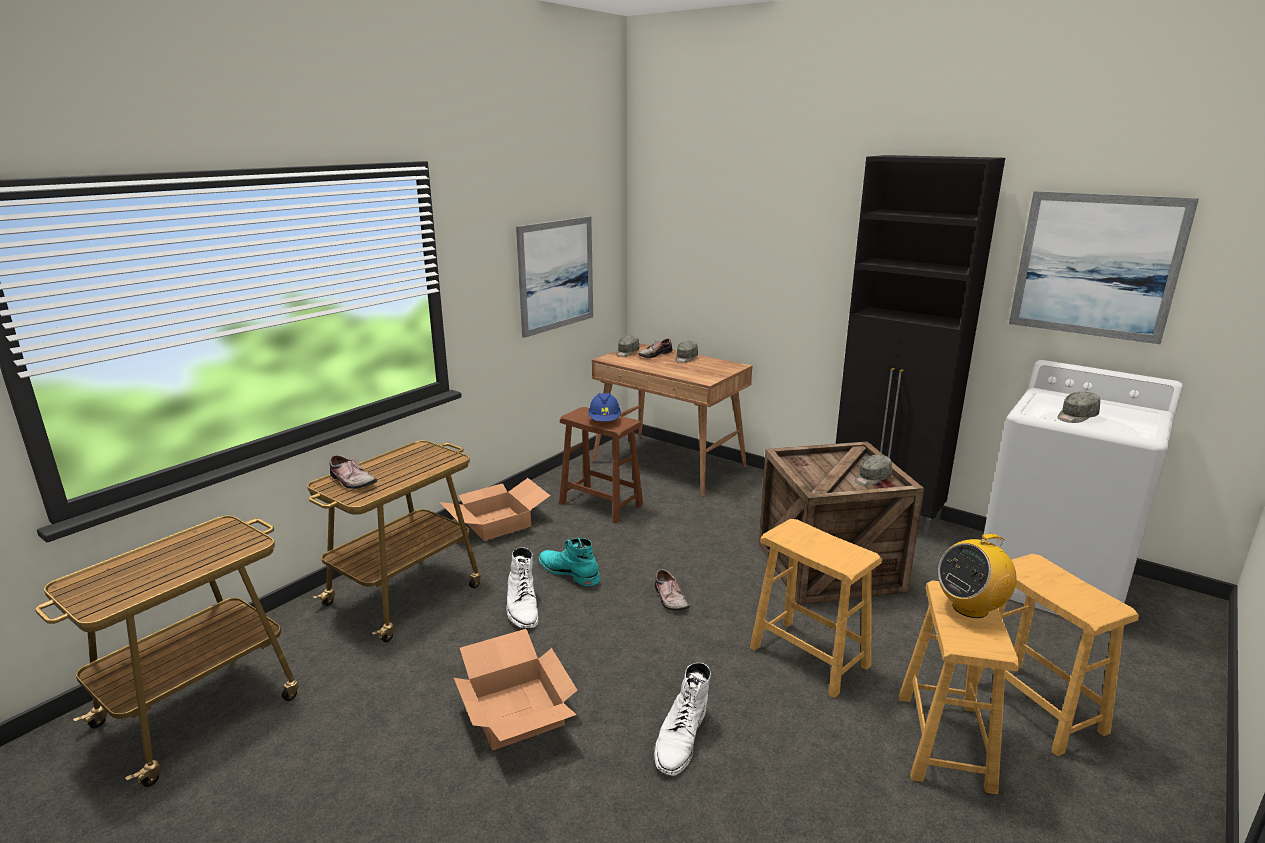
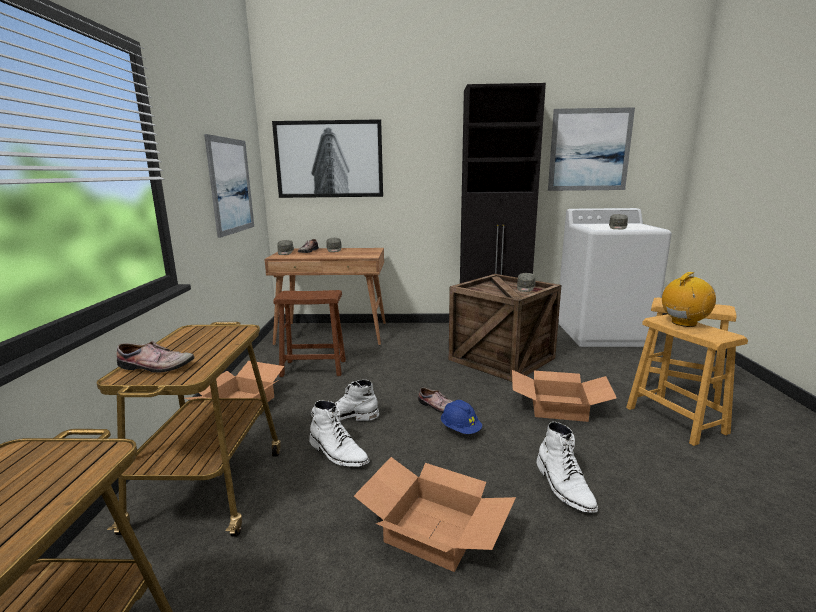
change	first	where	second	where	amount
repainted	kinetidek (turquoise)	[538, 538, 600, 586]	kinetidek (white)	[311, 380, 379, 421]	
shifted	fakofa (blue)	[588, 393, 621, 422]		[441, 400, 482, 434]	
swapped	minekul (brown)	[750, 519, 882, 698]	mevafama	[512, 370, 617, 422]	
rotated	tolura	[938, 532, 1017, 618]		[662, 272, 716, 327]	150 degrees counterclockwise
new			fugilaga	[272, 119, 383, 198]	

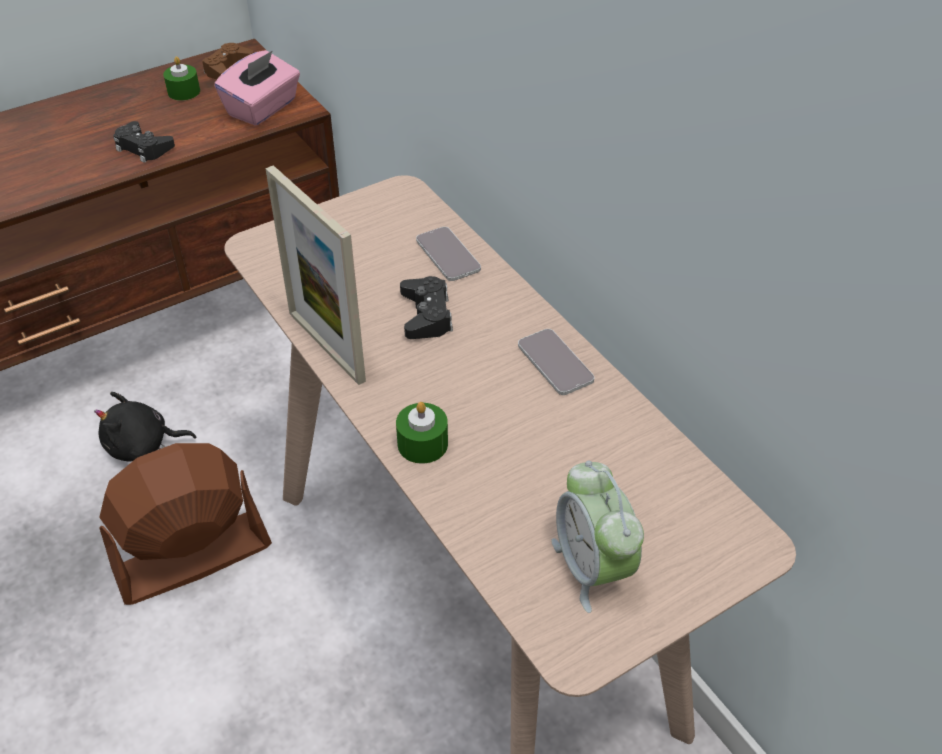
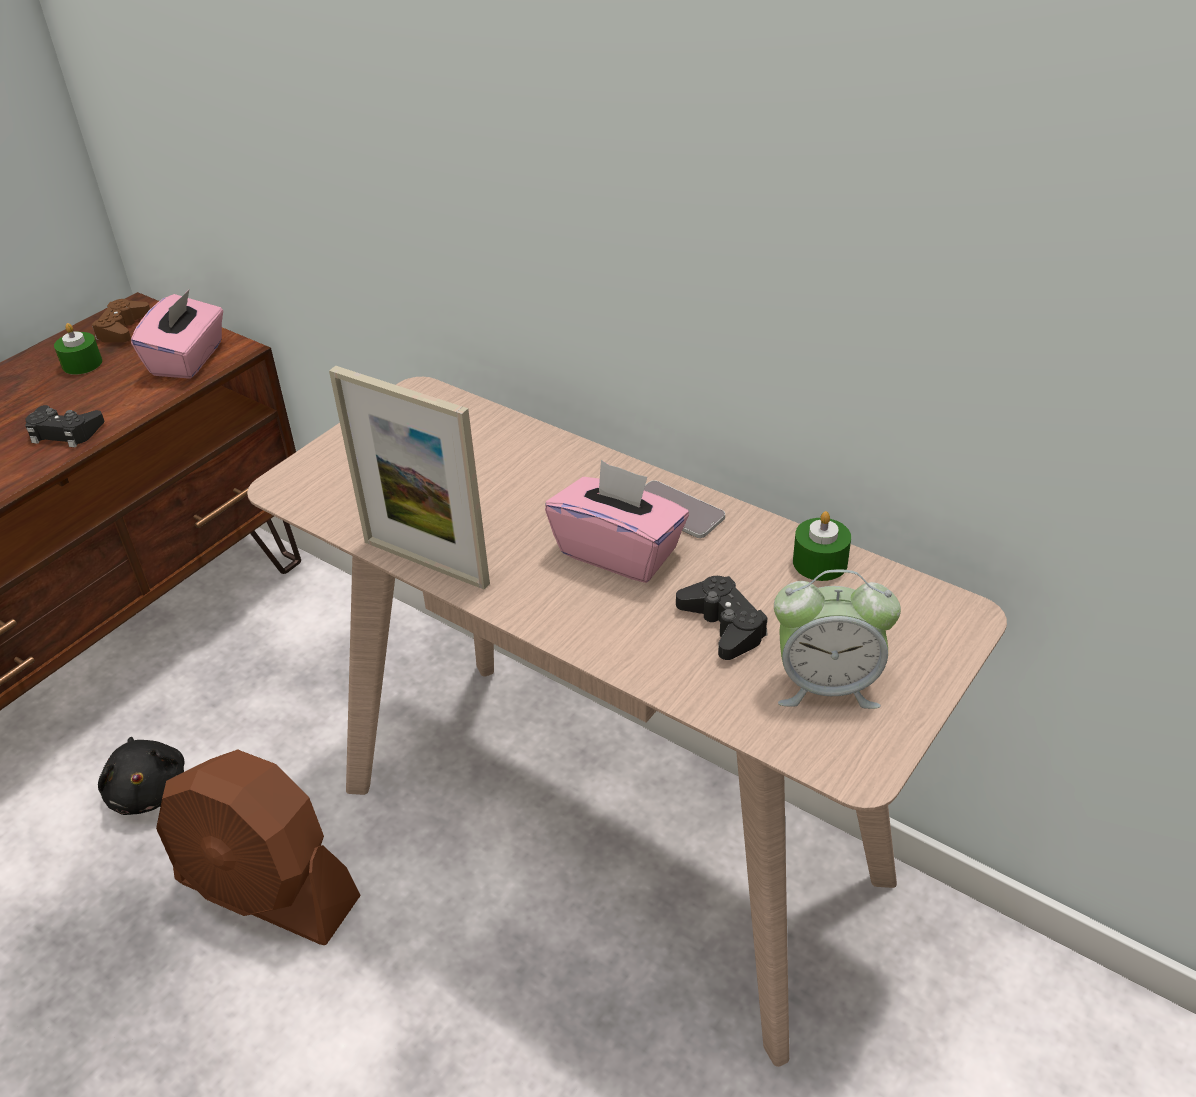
change	first	where	second	where	amount
rotated	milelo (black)	[94, 392, 196, 462]		[98, 737, 185, 815]	90 degrees counterclockwise
rotated	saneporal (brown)	[99, 443, 272, 605]		[156, 749, 361, 945]	105 degrees counterclockwise
shifted	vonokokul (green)	[396, 402, 448, 464]		[793, 511, 851, 581]	
shifted	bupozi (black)	[400, 276, 453, 339]		[676, 576, 768, 660]	
gone	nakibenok	[416, 227, 481, 281]			
rotated	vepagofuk	[551, 461, 644, 613]		[774, 569, 901, 709]	45 degrees counterclockwise
new			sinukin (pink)	[545, 460, 689, 583]	

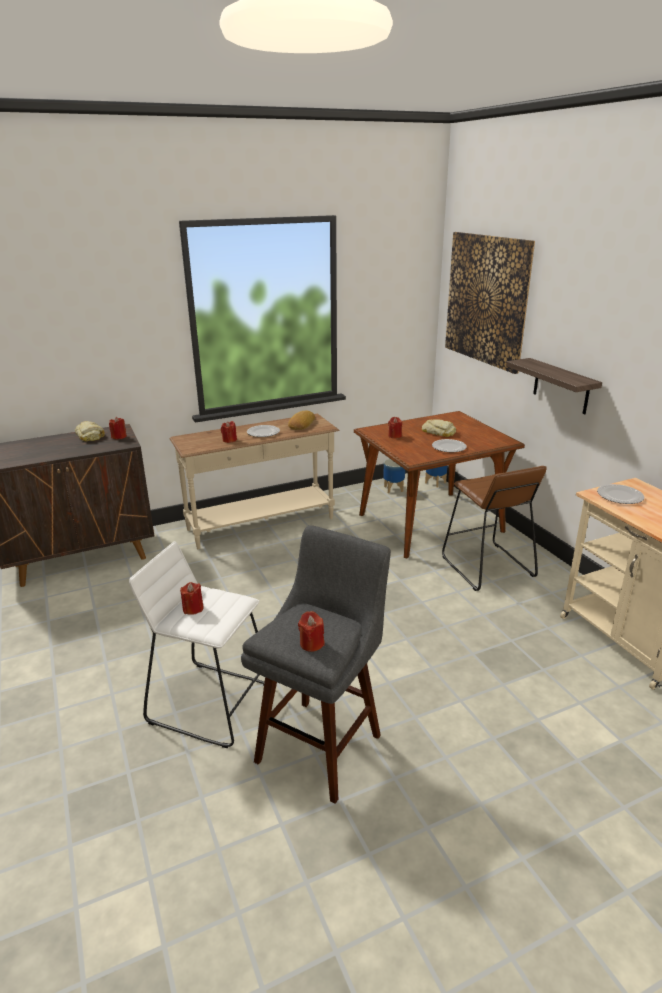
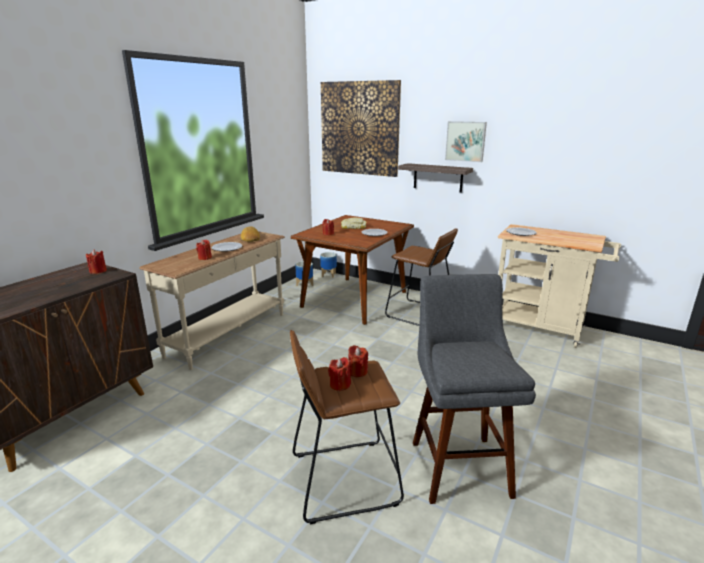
change	first	where	second	where	amount
gone	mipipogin	[75, 421, 105, 441]			
repainted	minekul (white)	[129, 541, 264, 748]	minekul (brown)	[290, 330, 404, 524]	
shifted	vonokokul (red)	[298, 611, 325, 652]		[348, 345, 368, 377]	
new			fugilaga	[445, 121, 487, 162]	

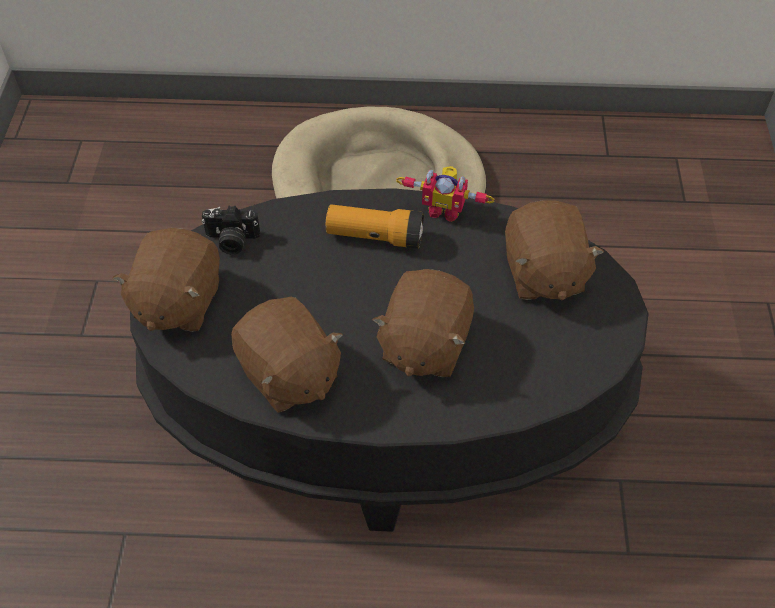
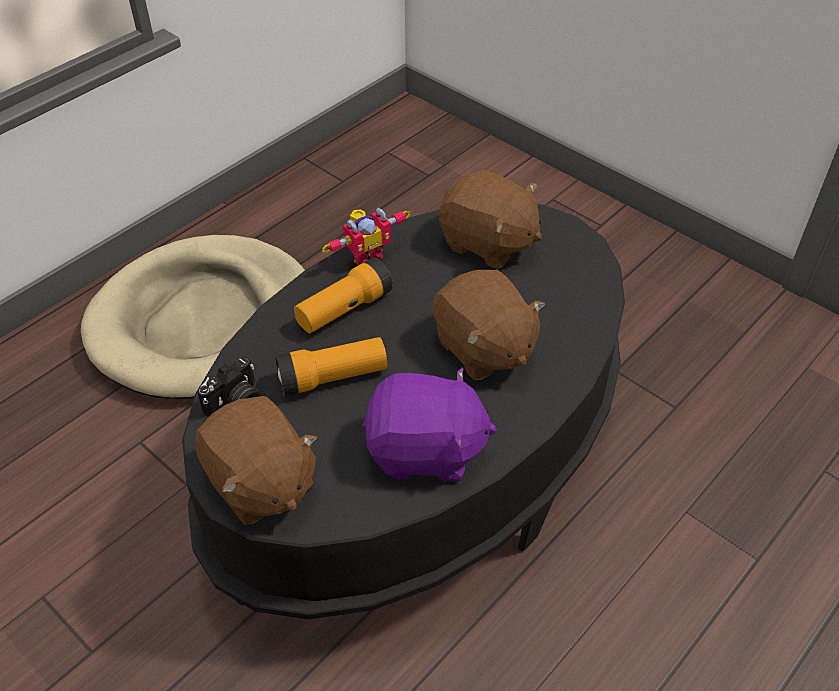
change	first	where	second	where	amount
repainted	milelo (brown)	[231, 297, 343, 413]	milelo (purple)	[363, 367, 497, 481]	
new			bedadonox	[275, 337, 387, 396]	

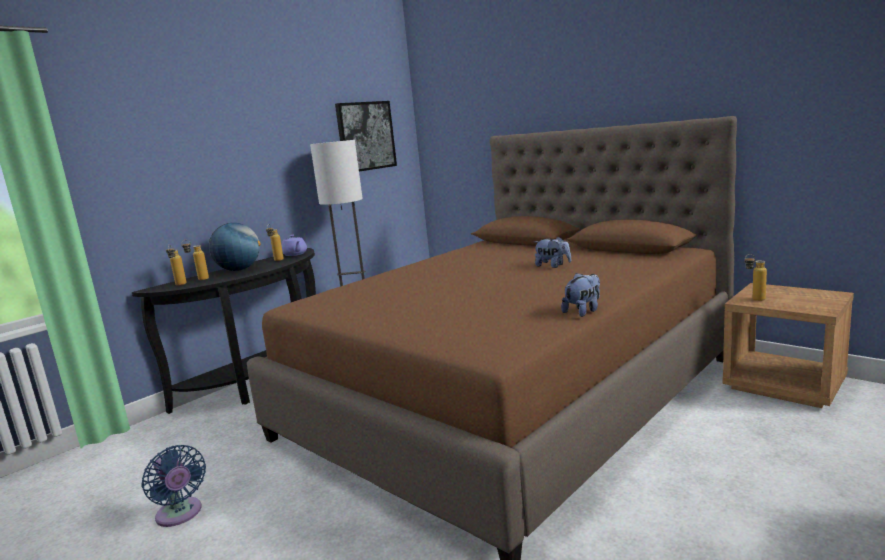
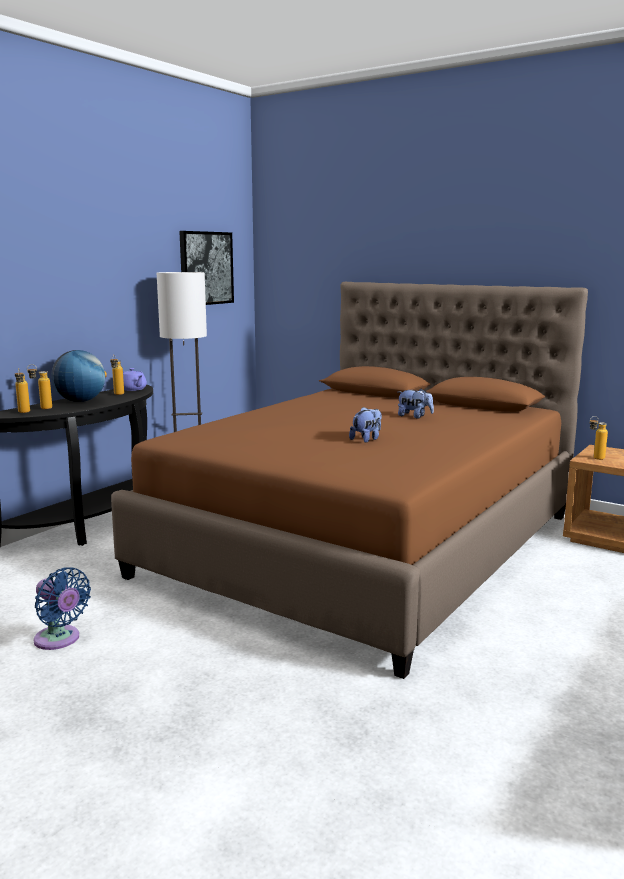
change	first	where	second	where	amount
shifted	milelo	[561, 273, 600, 317]		[349, 407, 382, 443]	

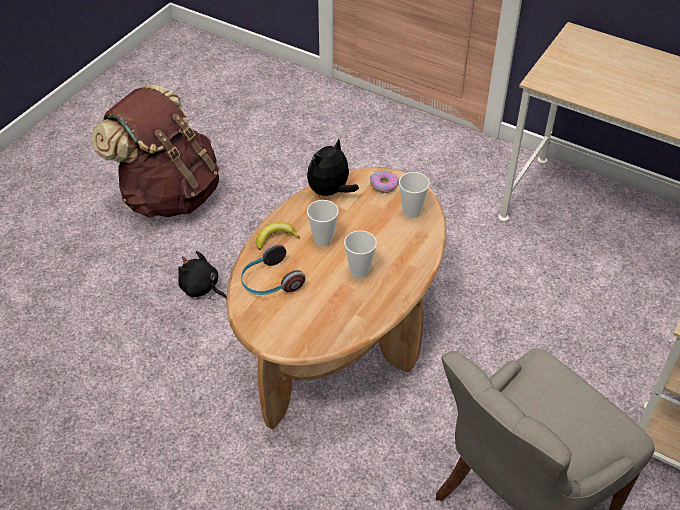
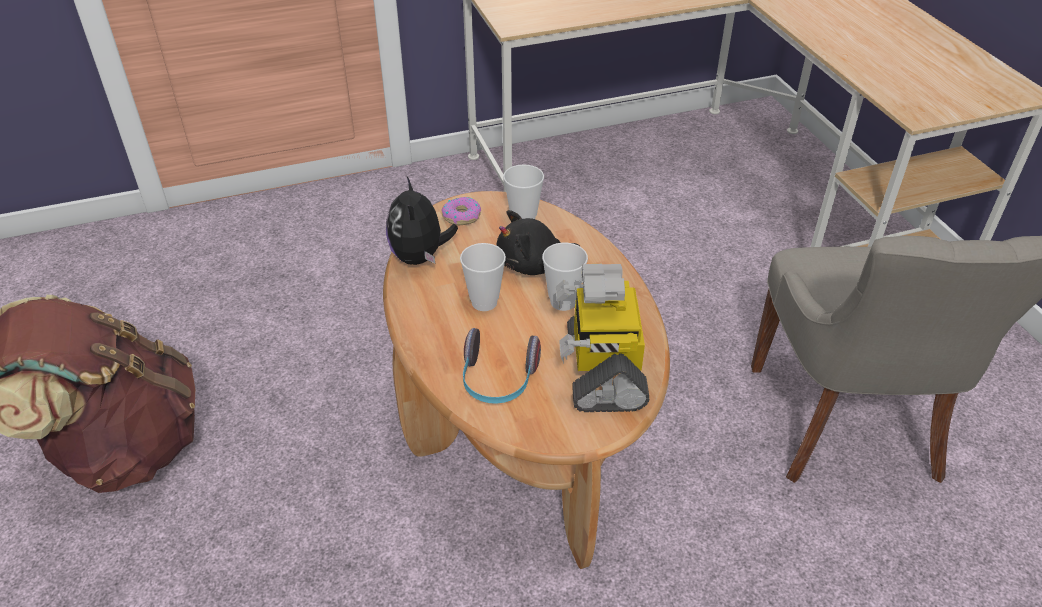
change	first	where	second	where	amount
shifted	milelo (black)	[178, 251, 226, 299]		[496, 210, 580, 275]	
gone	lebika	[256, 222, 300, 250]			
new			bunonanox	[556, 264, 649, 412]	

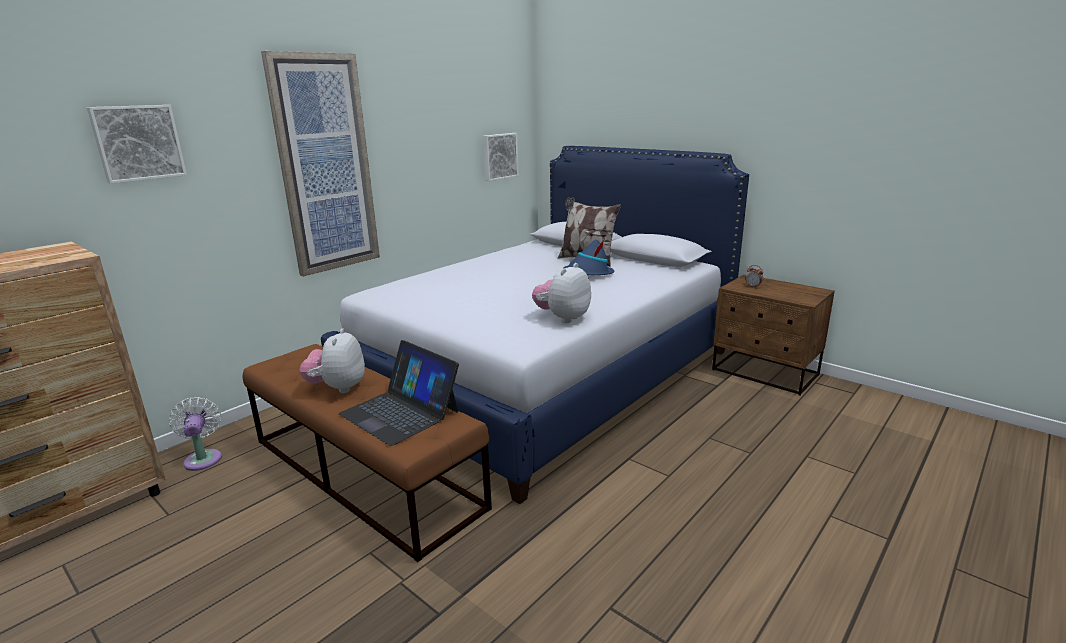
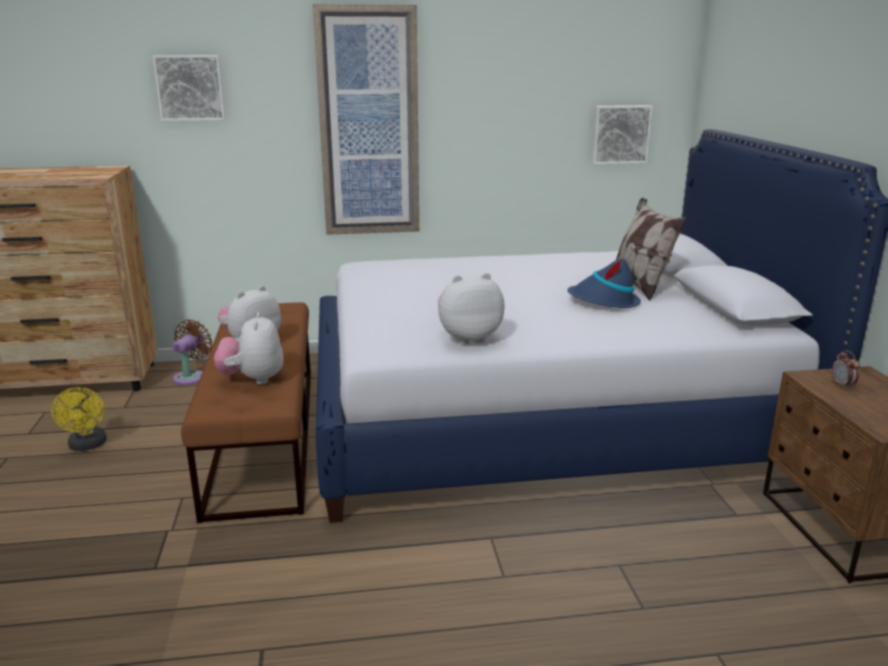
change	first	where	second	where	amount
repainted	saneporal (white)	[169, 397, 222, 471]	saneporal (brown)	[173, 320, 212, 385]	
swapped	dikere	[338, 340, 459, 446]	milelo	[214, 312, 284, 385]	
new			saneporal (yellow)	[51, 387, 107, 451]	

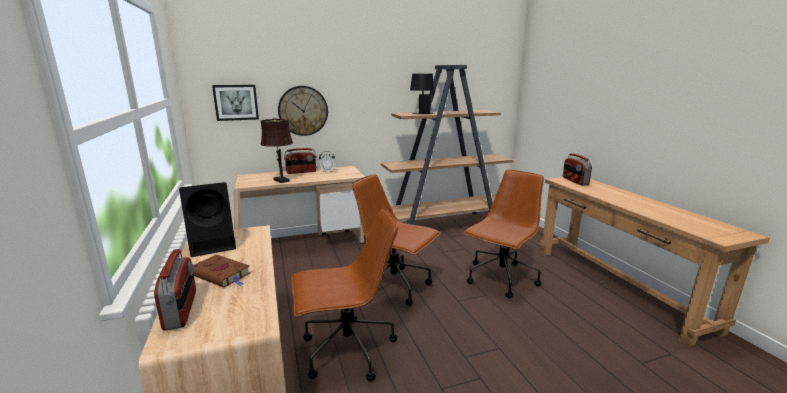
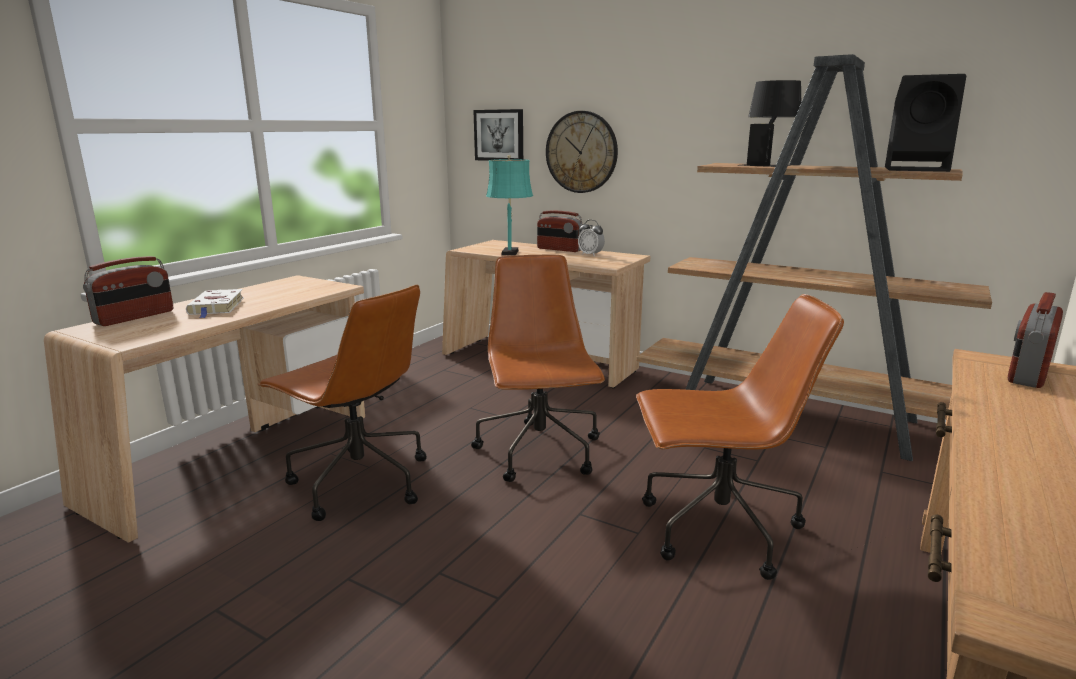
change	first	where	second	where	amount
shifted	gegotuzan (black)	[179, 182, 236, 257]		[885, 74, 966, 172]	
repainted	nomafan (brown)	[193, 254, 251, 287]	nomafan (white)	[186, 289, 244, 318]	
repainted	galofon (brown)	[260, 117, 293, 183]	galofon (turquoise)	[486, 155, 533, 255]	

